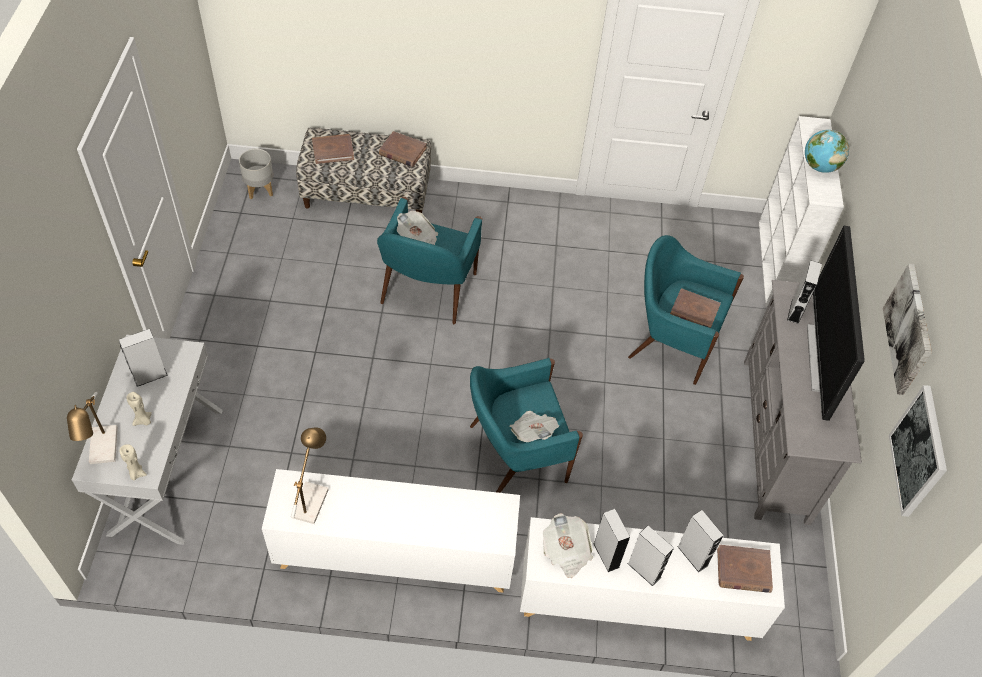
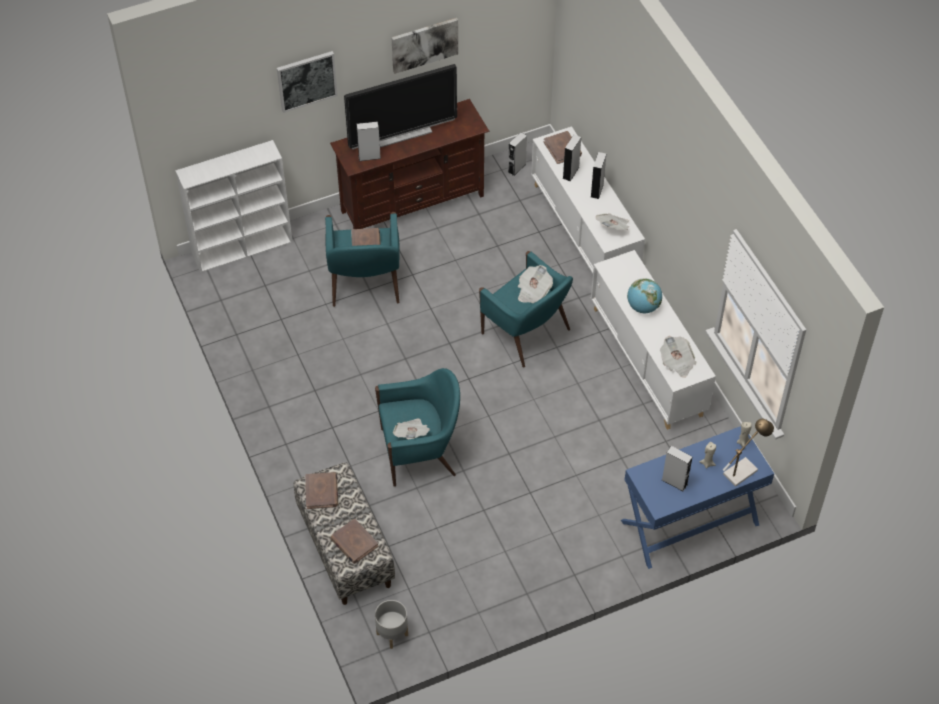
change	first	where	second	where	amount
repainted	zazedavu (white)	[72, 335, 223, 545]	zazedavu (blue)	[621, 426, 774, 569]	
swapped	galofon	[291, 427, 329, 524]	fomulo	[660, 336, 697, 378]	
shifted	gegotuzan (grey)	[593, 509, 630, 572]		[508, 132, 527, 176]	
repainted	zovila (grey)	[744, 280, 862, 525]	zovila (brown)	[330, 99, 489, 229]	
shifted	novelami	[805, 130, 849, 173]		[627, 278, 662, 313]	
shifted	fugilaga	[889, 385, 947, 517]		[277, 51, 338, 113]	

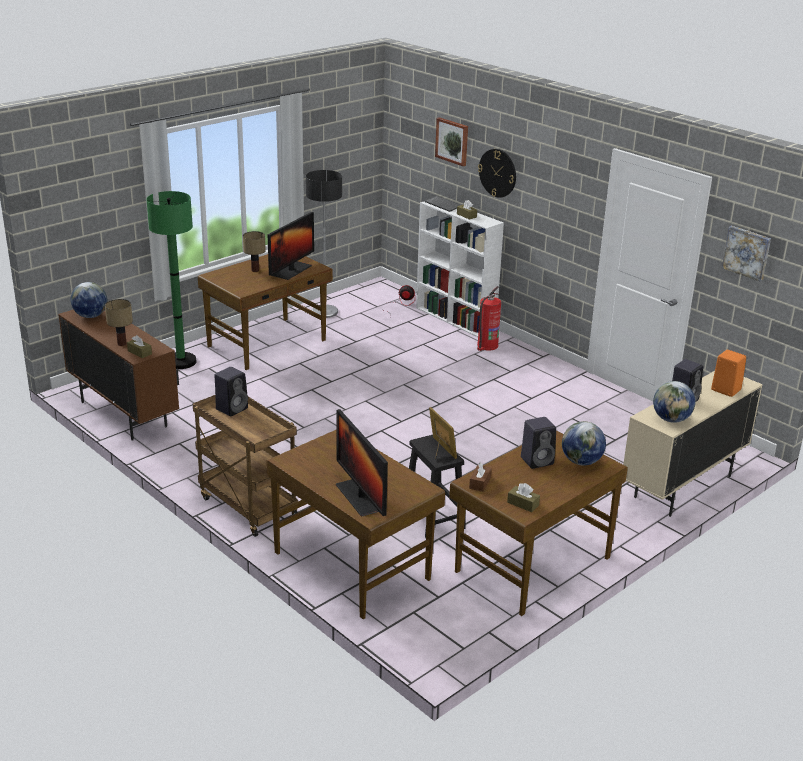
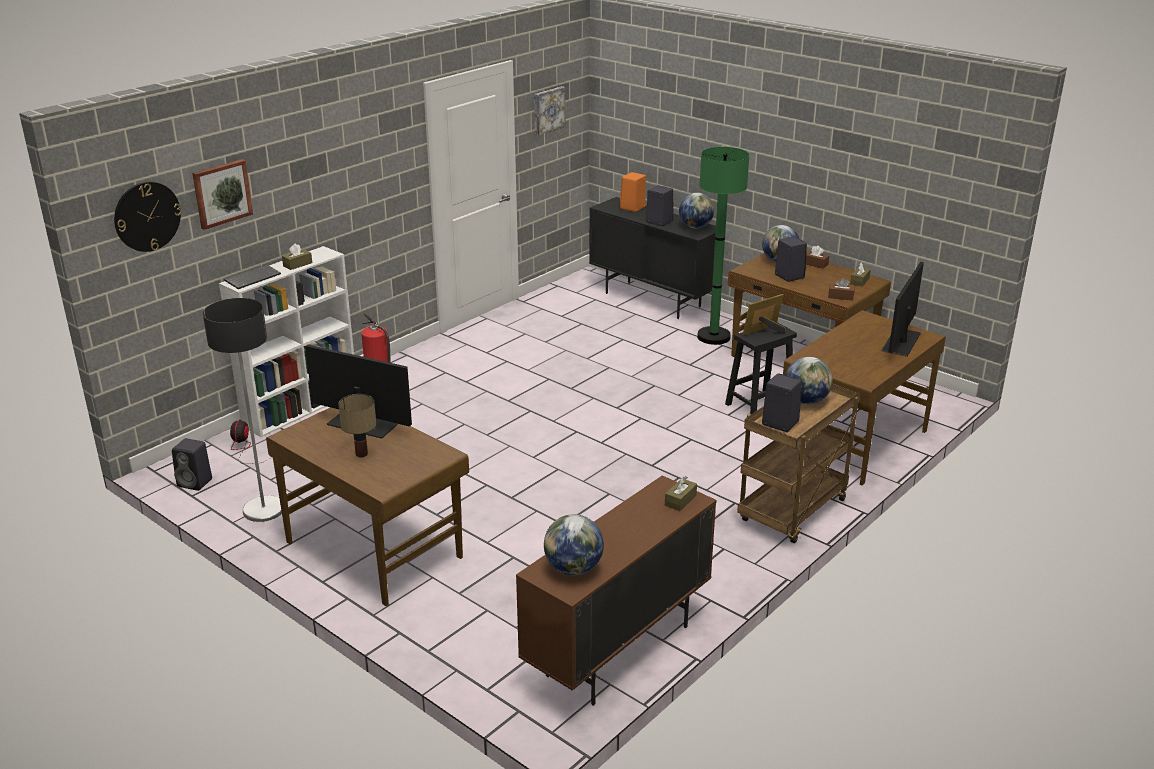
change	first	where	second	where	amount
gone	galofon	[105, 299, 133, 346]			
shifted	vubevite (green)	[146, 191, 197, 369]		[697, 147, 749, 345]	
rotated	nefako	[336, 409, 388, 517]		[882, 262, 924, 357]	150 degrees clockwise
shifted	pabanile	[478, 149, 516, 198]		[114, 182, 181, 252]	
repainted	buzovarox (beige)	[623, 371, 763, 517]	buzovarox (black)	[589, 197, 716, 319]	
new			gegotuzan (black)	[172, 438, 212, 491]	
new			novelami	[786, 357, 833, 404]	
new			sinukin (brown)	[806, 246, 829, 269]	

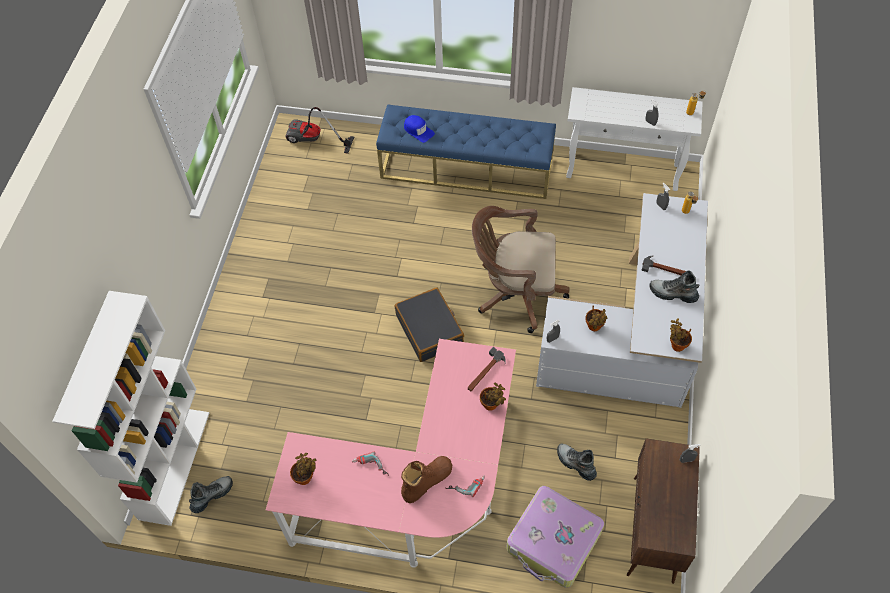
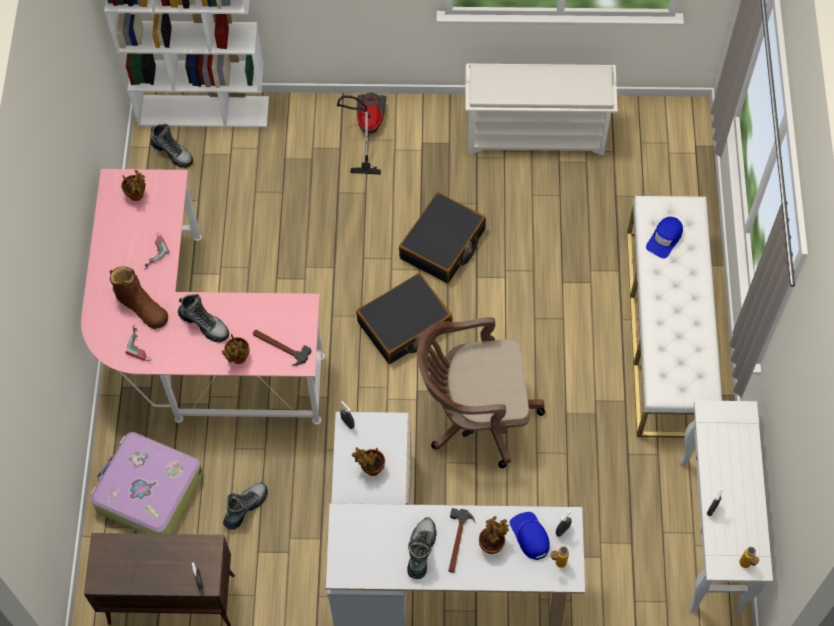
change	first	where	second	where	amount
shifted	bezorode	[285, 107, 354, 154]		[337, 92, 386, 175]	
repainted	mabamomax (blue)	[376, 104, 556, 199]	mabamomax (white)	[627, 196, 722, 438]	
rotated	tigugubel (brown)	[472, 206, 569, 333]		[417, 317, 545, 468]	90 degrees counterclockwise
shifted	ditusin	[670, 318, 692, 352]		[479, 516, 509, 554]	
new			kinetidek	[178, 294, 229, 342]	
new			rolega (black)	[399, 192, 486, 283]	
new			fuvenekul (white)	[465, 64, 618, 155]	
new			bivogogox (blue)	[510, 512, 550, 560]	

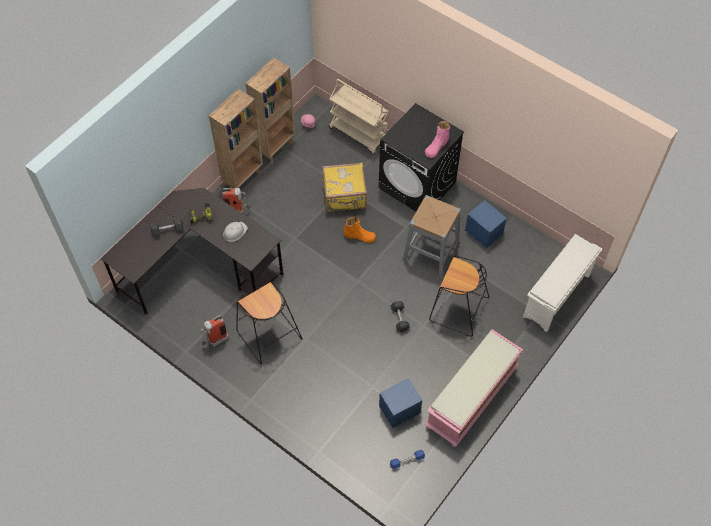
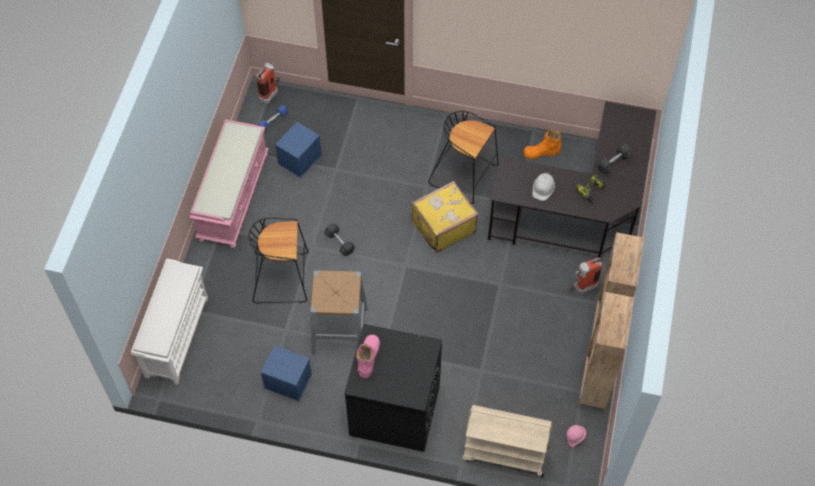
change	first	where	second	where	amount
shifted	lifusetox	[201, 315, 229, 347]		[256, 63, 280, 104]	
shifted	rolega (yellow)	[322, 163, 367, 212]		[411, 181, 479, 253]	
shifted	kinetidek (orange)	[343, 217, 376, 243]		[524, 130, 561, 159]	

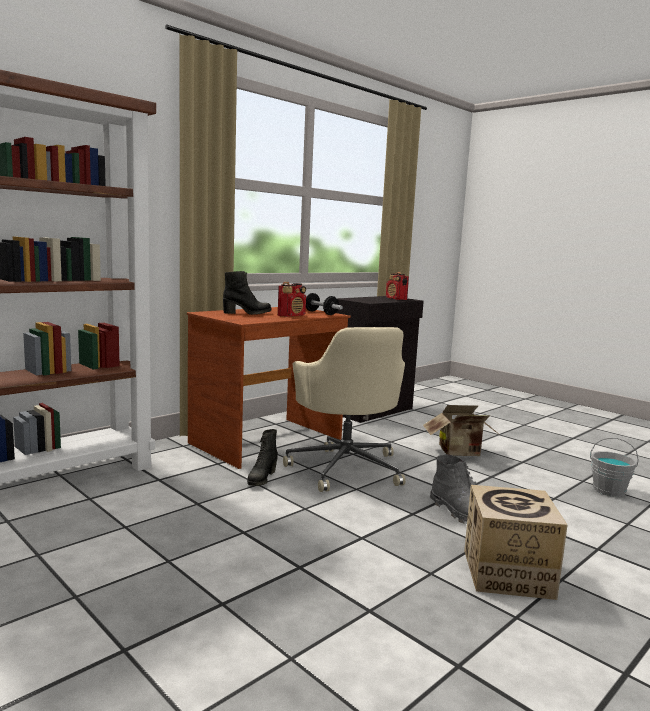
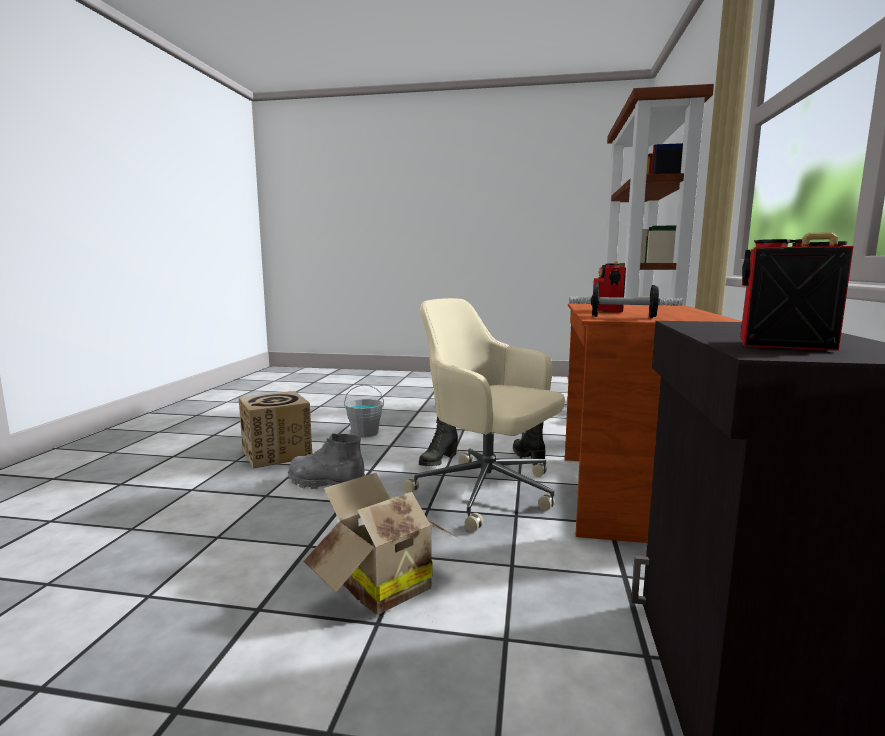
change	first	where	second	where	amount
shifted	kinetidek (black)	[223, 271, 271, 315]		[419, 417, 458, 466]	
shifted	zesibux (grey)	[590, 438, 639, 497]		[344, 385, 384, 437]	

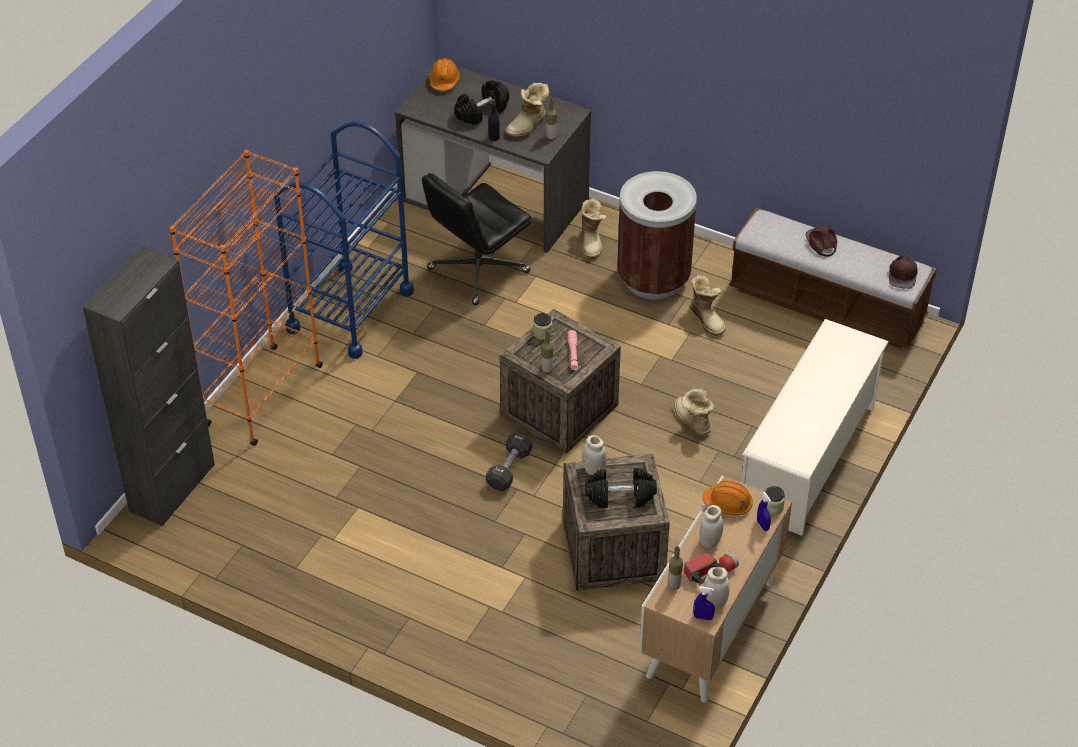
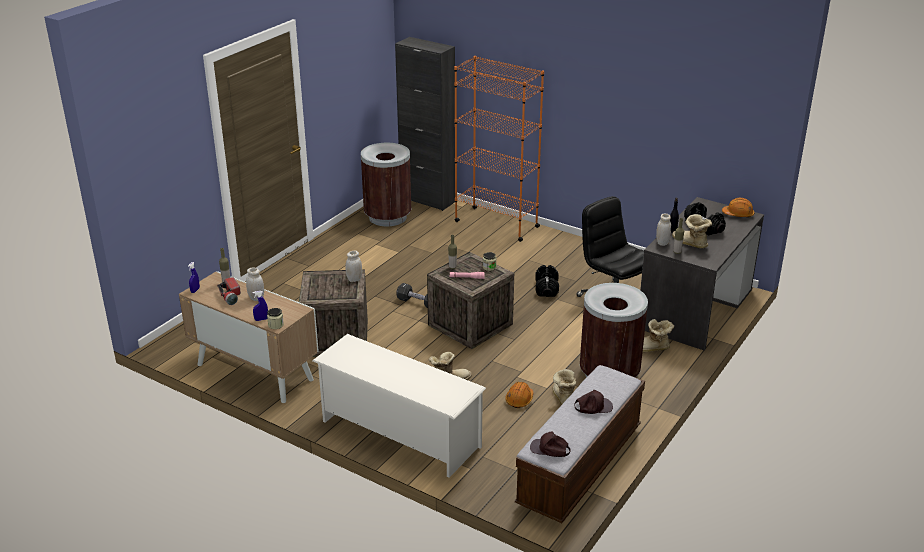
change	first	where	second	where	amount
gone	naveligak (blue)	[274, 121, 414, 359]			
shifted	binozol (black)	[585, 468, 657, 508]		[535, 265, 559, 297]	
rotated	kinetidek	[690, 275, 726, 336]		[552, 369, 576, 405]	105 degrees clockwise
shifted	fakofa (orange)	[703, 481, 753, 515]		[505, 382, 533, 408]	
shifted	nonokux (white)	[703, 567, 730, 609]		[656, 214, 671, 246]	
new			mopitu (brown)	[361, 143, 411, 226]	

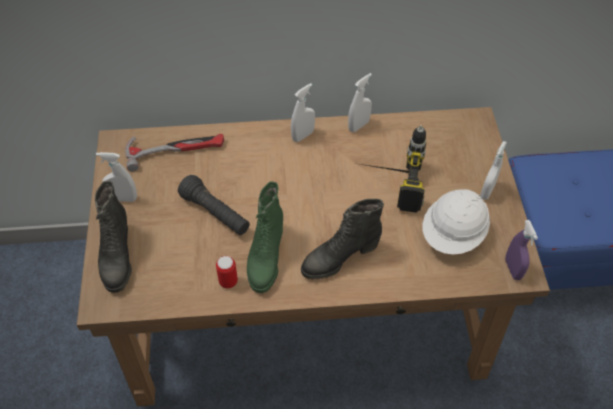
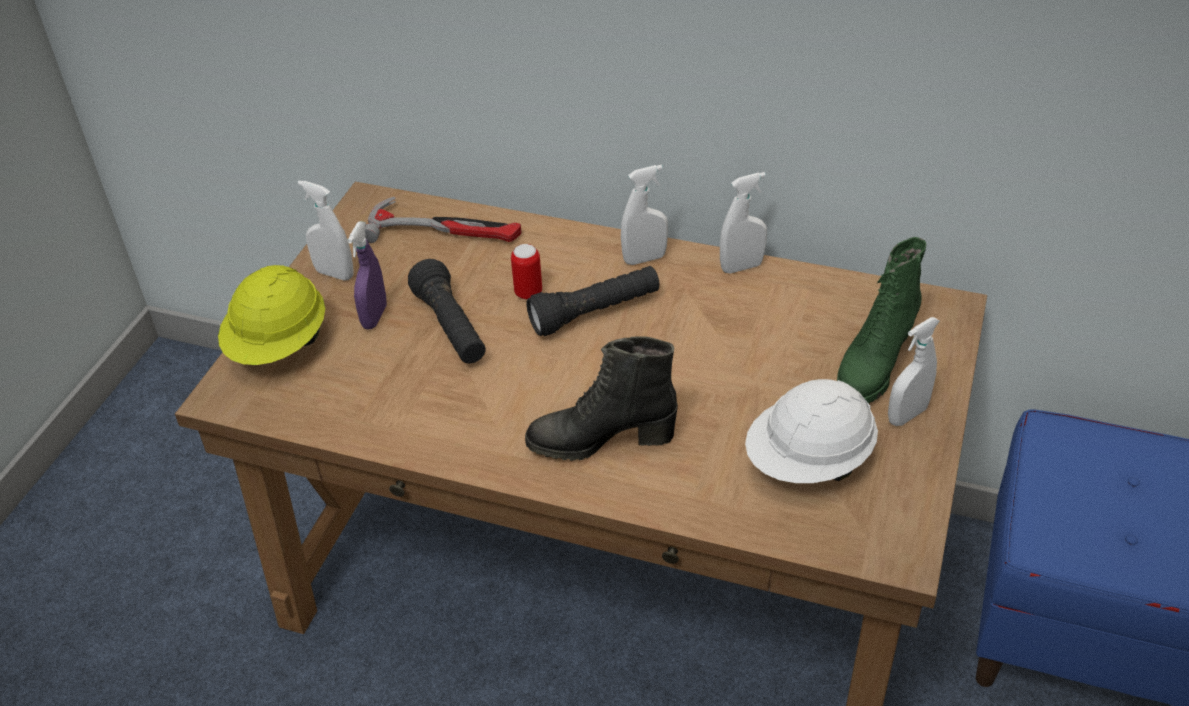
change	first	where	second	where	amount
swapped	kinetidek (black)	[95, 181, 132, 293]	fakofa (yellow)	[218, 265, 325, 365]	
shifted	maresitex	[216, 256, 238, 288]		[511, 244, 542, 300]	
shifted	kinetidek (green)	[247, 181, 283, 293]		[837, 237, 926, 404]	
gone	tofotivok	[354, 125, 426, 213]			
shifted	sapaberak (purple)	[505, 220, 538, 280]		[347, 222, 387, 329]	
new			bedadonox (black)	[526, 266, 660, 336]	

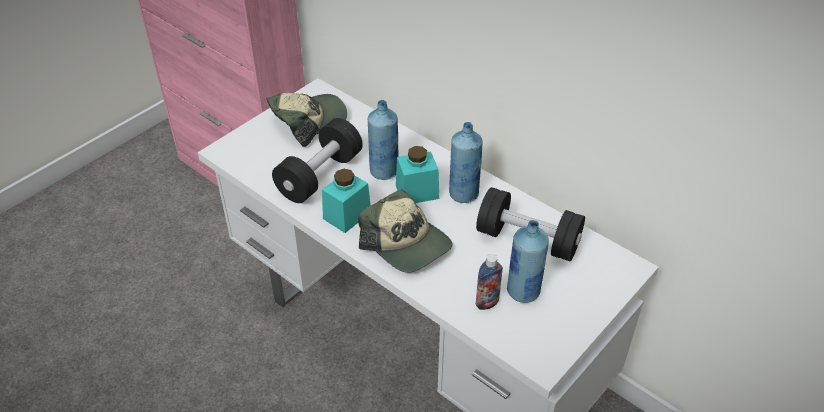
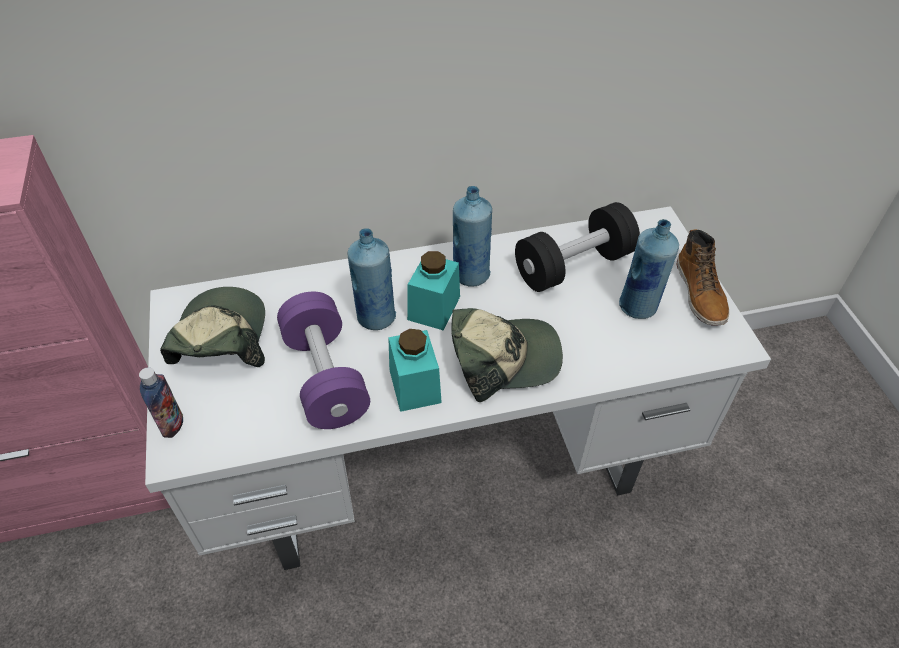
change	first	where	second	where	amount
repainted	binozol (black)	[272, 118, 363, 203]	binozol (purple)	[277, 292, 370, 429]	
shifted	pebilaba	[476, 254, 503, 310]		[139, 367, 183, 438]	
new			kinetidek	[677, 229, 729, 326]	

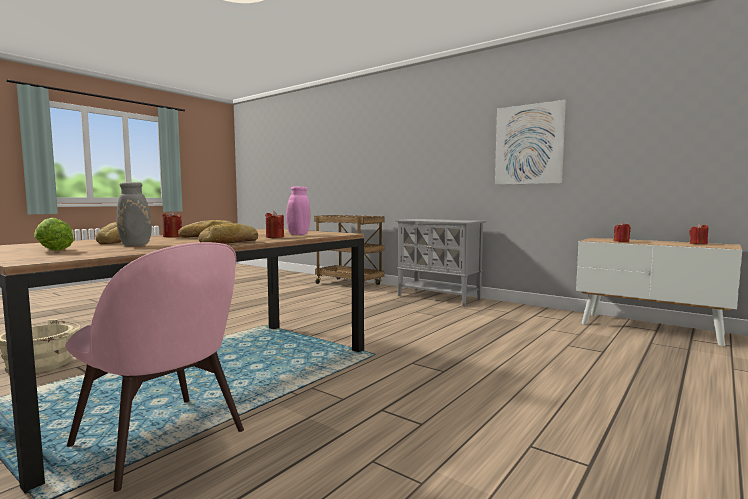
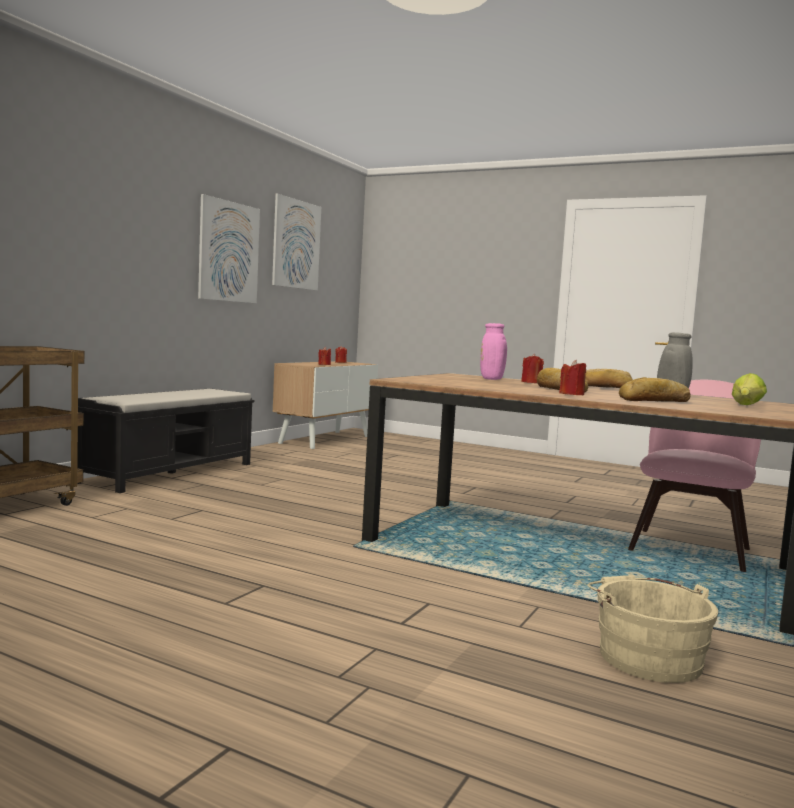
change	first	where	second	where	amount
swapped	buzovarox (grey)	[395, 219, 486, 306]	mabamomax (black)	[77, 388, 254, 493]	
new			fugilaga	[272, 194, 321, 291]	

